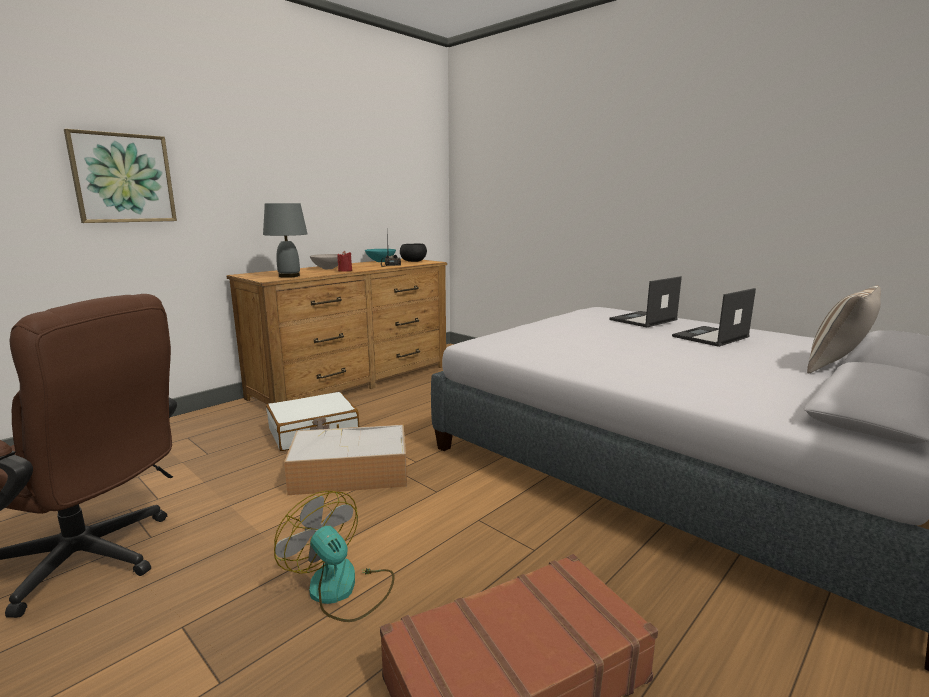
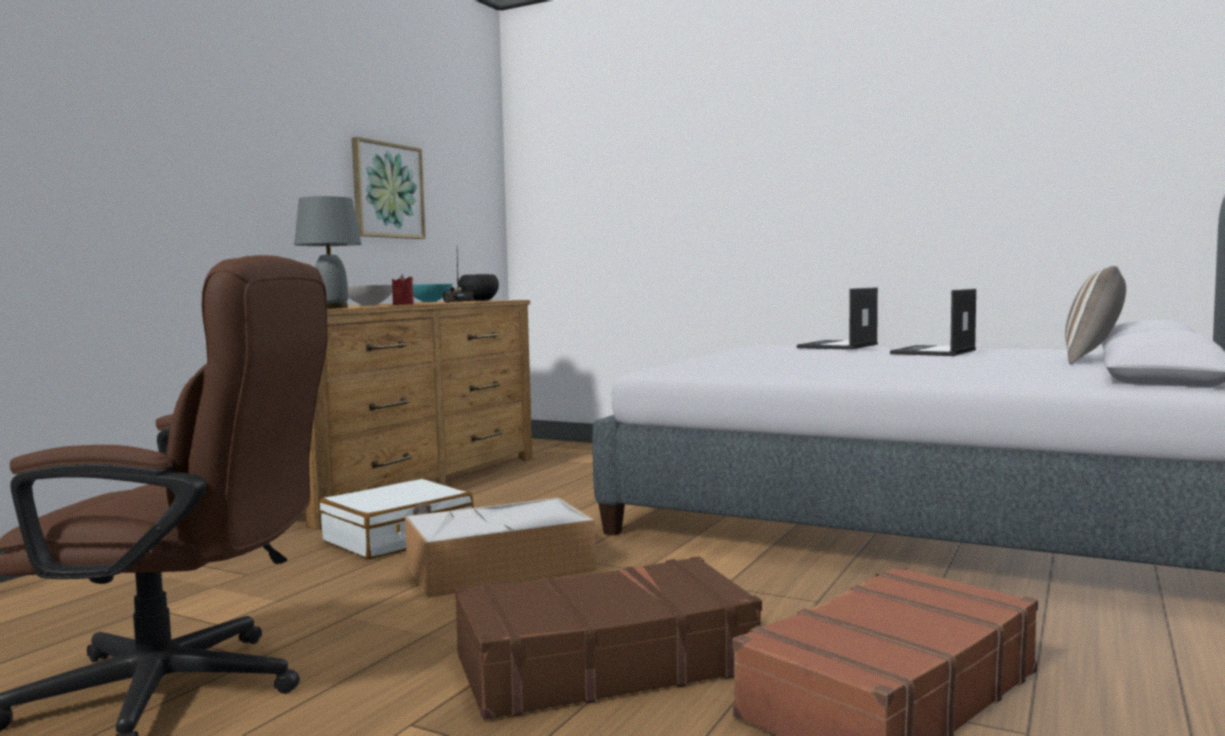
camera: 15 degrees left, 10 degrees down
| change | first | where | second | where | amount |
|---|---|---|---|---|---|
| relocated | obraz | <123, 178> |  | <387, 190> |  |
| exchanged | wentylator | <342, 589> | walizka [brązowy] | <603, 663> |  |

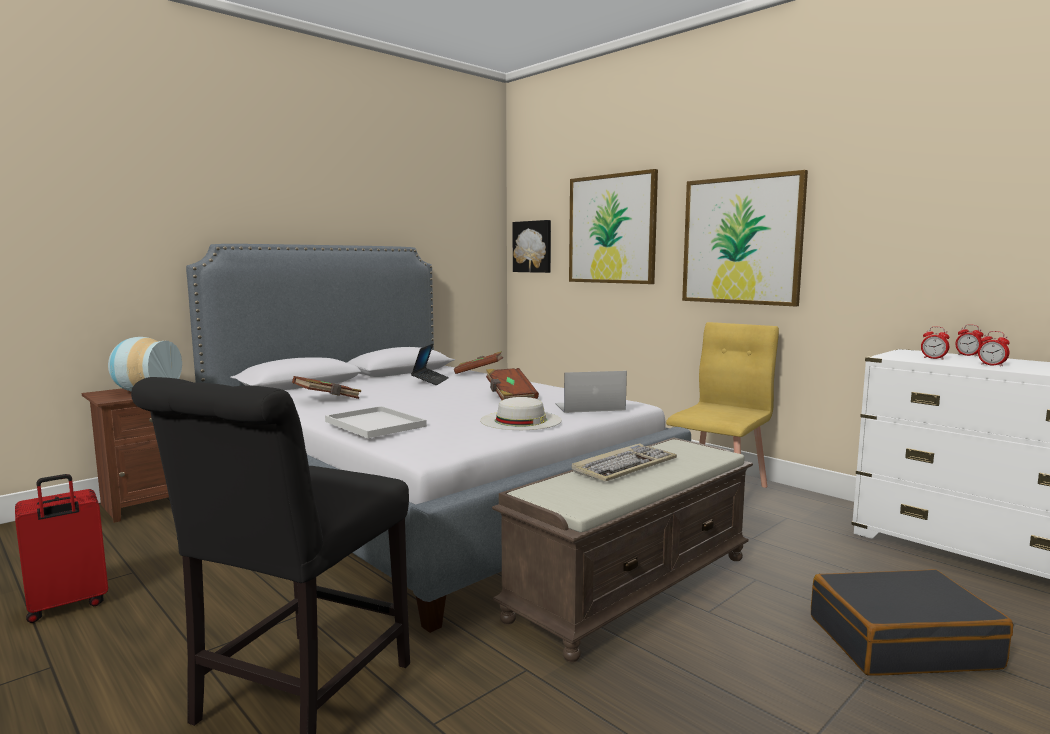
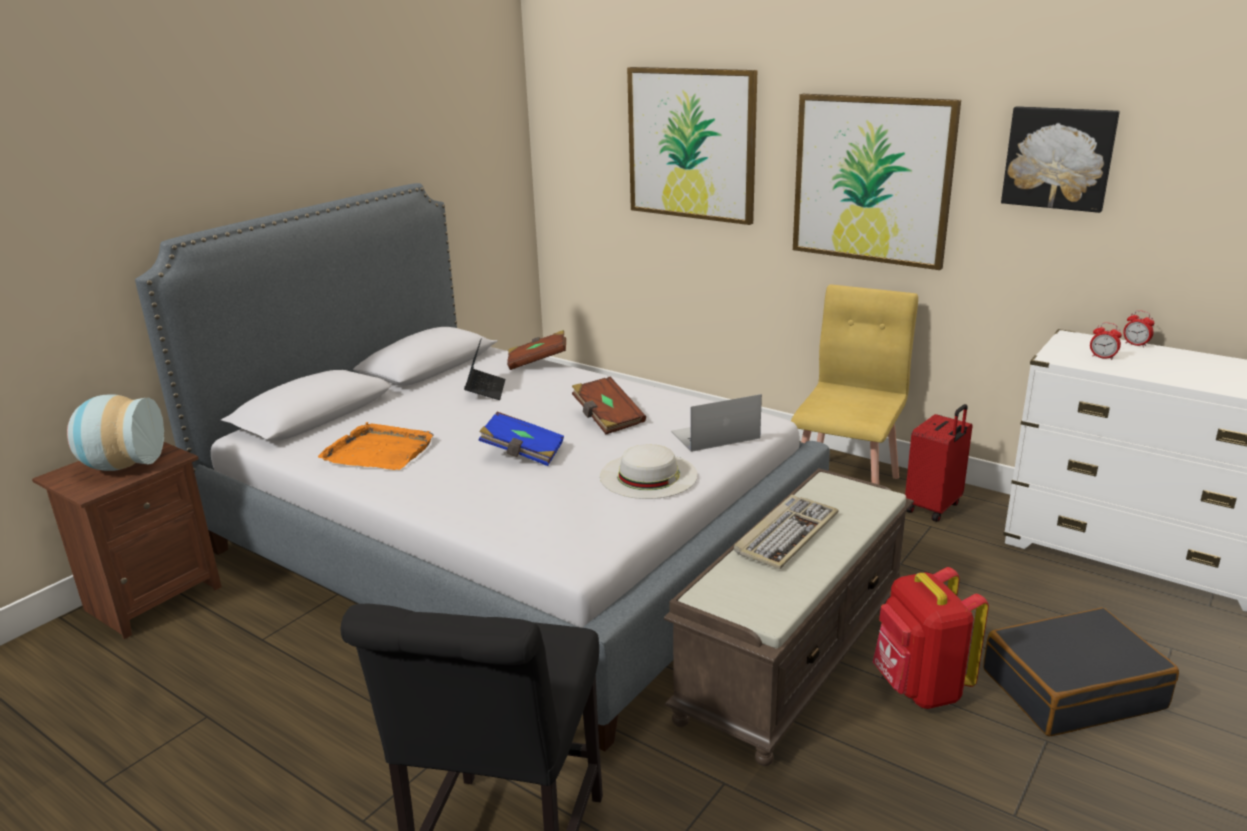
camera: 10 degrees left, 15 degrees up
| change | first | where | second | where | amount |
|---|---|---|---|---|---|
| exchanged | książka [brązowy] | <328, 399> | taca [pomarańczowy] | <379, 451> |  |
| appeared |  |  | książka [niebieski] | <522, 453> |  |
| appeared |  |  | plecak [czerwony] | <919, 688> |  |
| relocated | walizka [czerwony] | <67, 606> |  | <934, 507> |  |
| relocated | obraz | <533, 246> |  | <1059, 158> |  |
| missing | taca [biały] | <373, 424> |  |  |  |
| missing | budzik | <992, 365> |  |  |  |

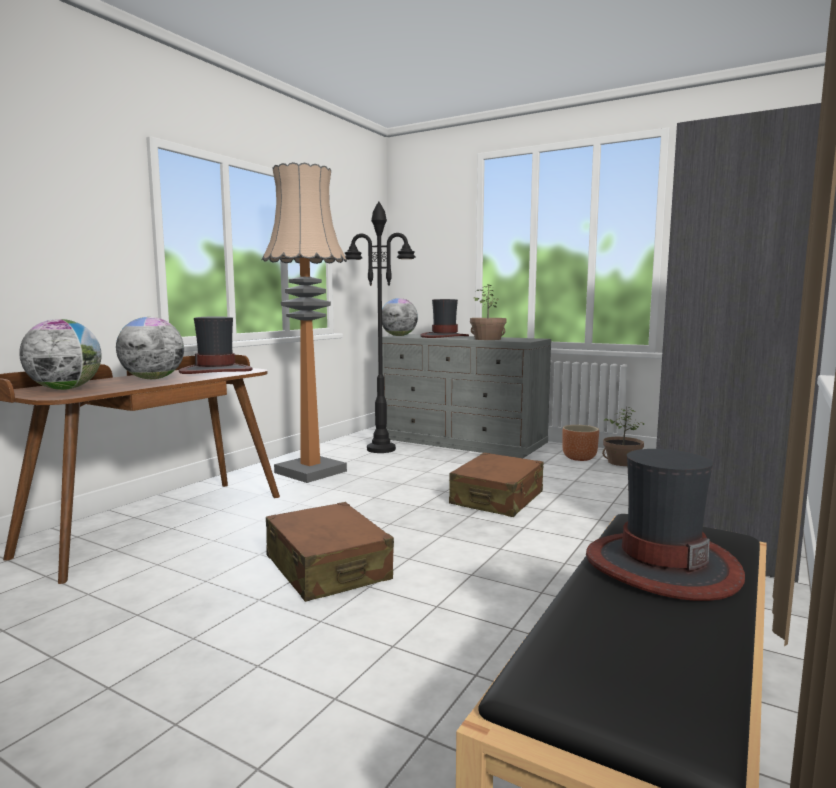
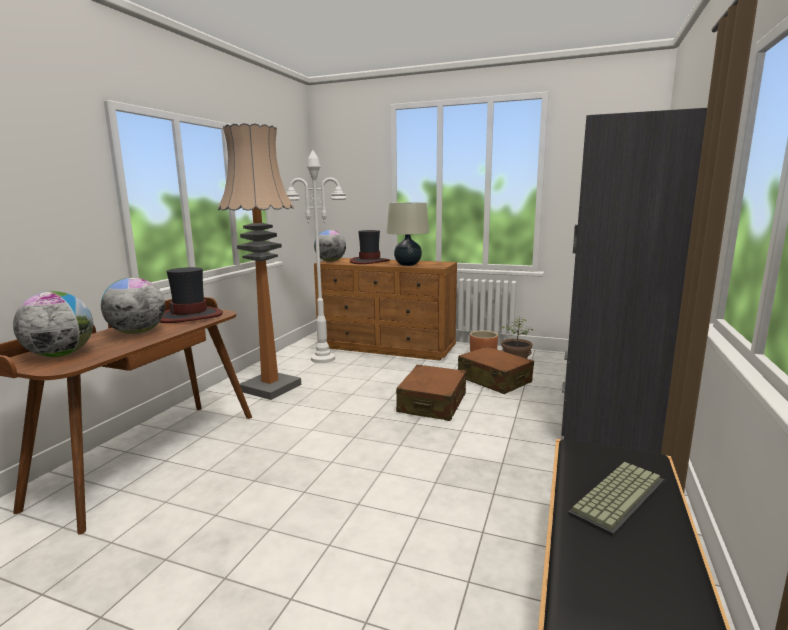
camera: 10 degrees left, 5 degrees up
| change | first | where | second | where | amount |
|---|---|---|---|---|---|
| colour | lampa stojąca [czarny] | <381, 449> | lampa stojąca [biały] | <323, 359> |  |
| colour | komoda [szary] | <462, 442> | komoda [brązowy] | <387, 347> |  |
| exchanged | roślina doniczkowa | <487, 339> | lampa stołowa [beżowy] | <407, 264> |  |
| relocated | walizka [brązowy] | <328, 569> |  | <494, 380> |  |
| exchanged | kapelusz | <660, 565> | klawiatura | <616, 496> |  |

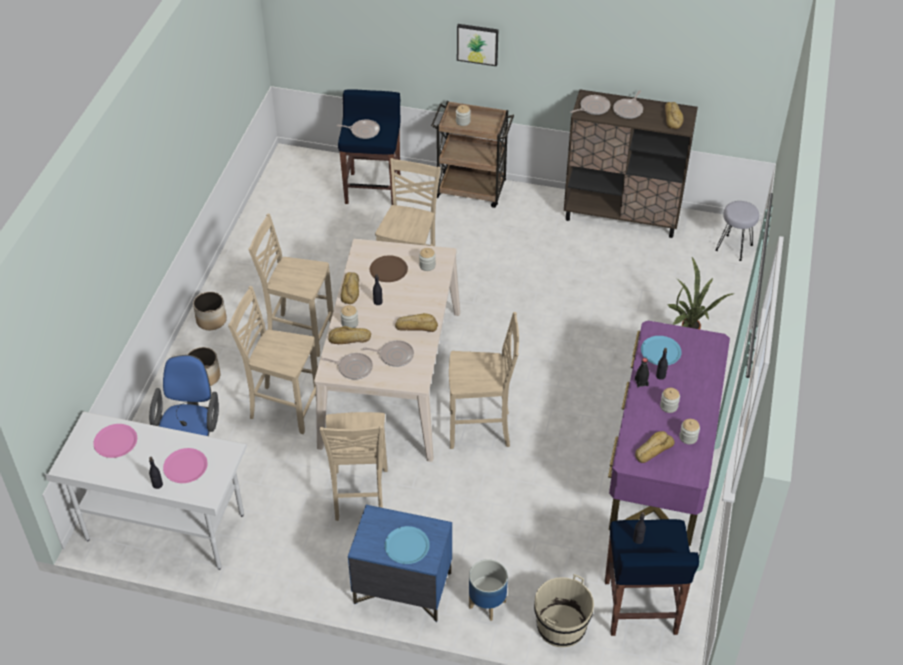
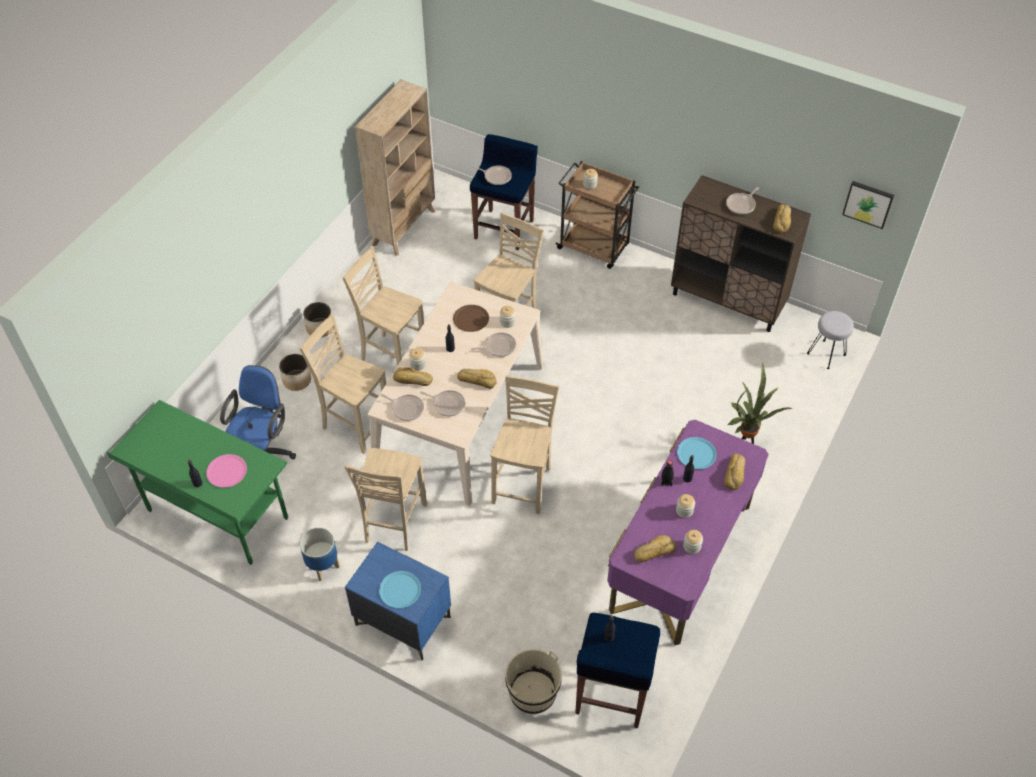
camera: 15 degrees right, 5 degrees up
| change | first | where | second | where | amount |
|---|---|---|---|---|---|
| colour | biurko [biały] | <165, 528> | biurko [zielony] | <217, 515> |  |
| relocated | donica | <487, 605> |  | <322, 566> |  |
| appeared |  |  | regał [beżowy] | <404, 227> |  |
| relocated | patelnia | <593, 108> |  | <498, 347> |  |
| spun | krzesło [beżowy] | <481, 429> |  | <524, 485> | 90 degrees counterclockwise |
| relocated | chleb | <351, 290> |  | <735, 473> |  |
| relocated | obraz | <477, 43> |  | <868, 203> |  |
| missing | talerz [różowy] | <115, 441> |  |  |  |

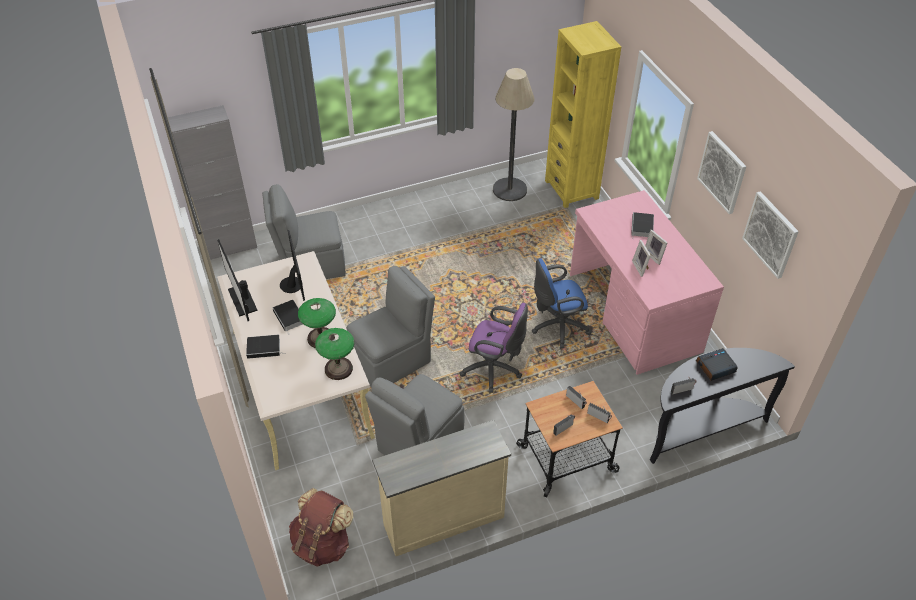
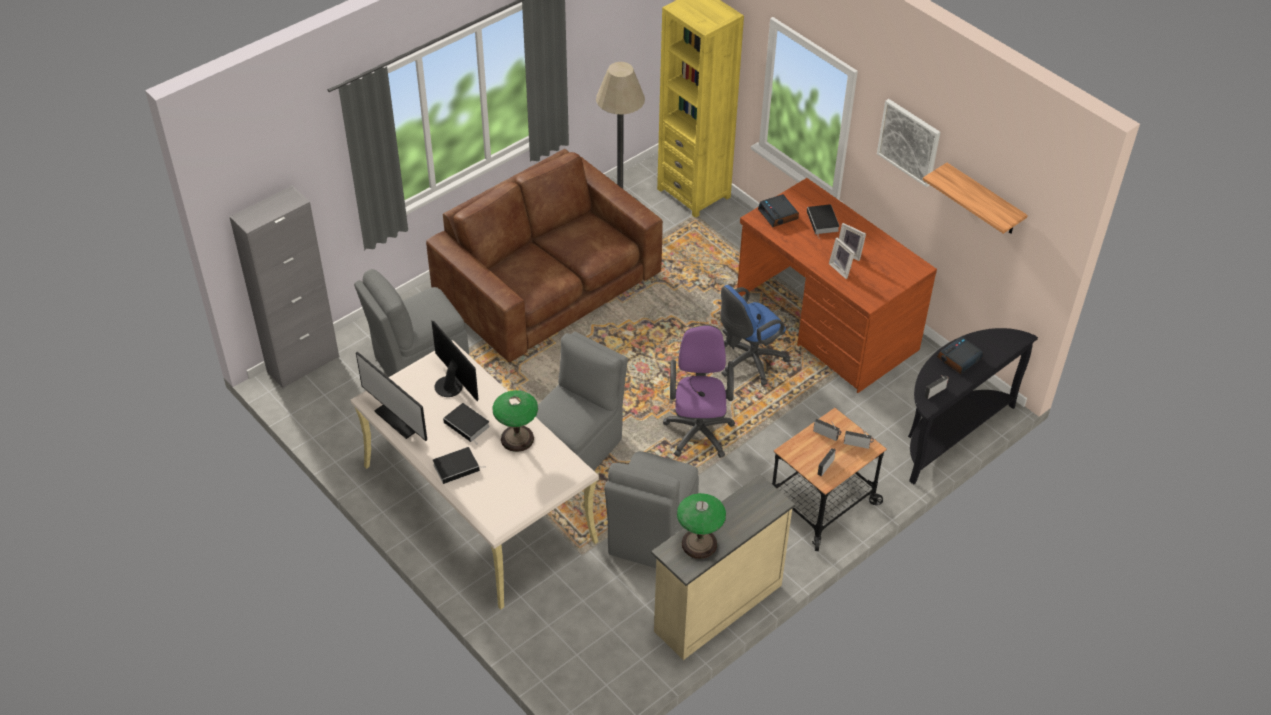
camera: 20 degrees left, 0 degrees up
| change | first | where | second | where | amount |
|---|---|---|---|---|---|
| appeared |  |  | kanapa [brązowy] | <547, 284> |  |
| spun | krzesło biurowe [fioletowy] | <494, 370> |  | <699, 429> | 90 degrees counterclockwise |
| relocated | lampa stołowa | <339, 368> |  | <699, 543> |  |
| colour | biurko [różowy] | <633, 313> | biurko [brązowy] | <826, 324> |  |
| appeared |  |  | budzik | <778, 214> |  |
| exchanged | obraz | <771, 234> | półka | <983, 200> |  |
| missing | plecak [brązowy] | <322, 543> |  |  |  |

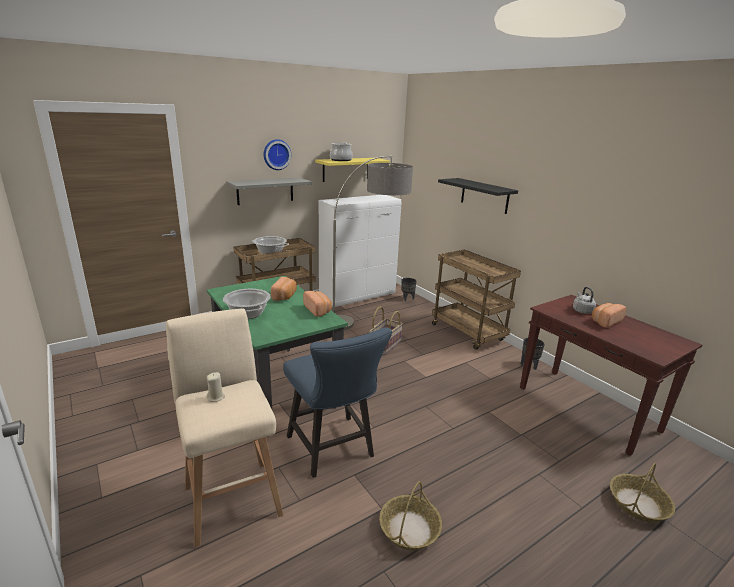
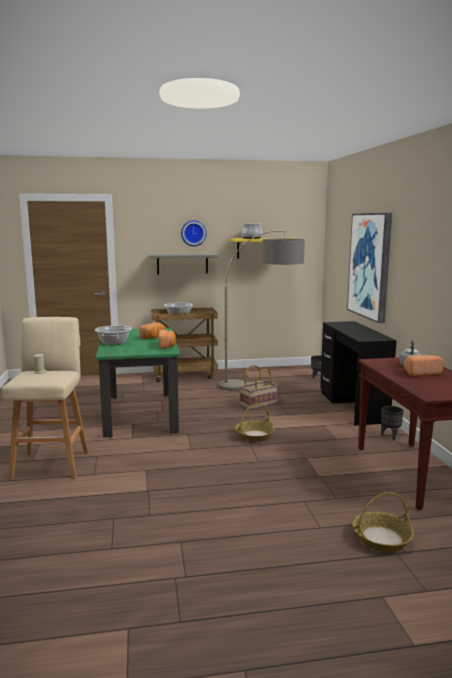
camera: 25 degrees right, 10 degrees down
| change | first | where | second | where | amount |
|---|---|---|---|---|---|
| relocated | koszyk | <409, 528> |  | <254, 435> |  |
| exchanged | wózek [brązowy] | <468, 333> | biurko [czarny] | <352, 407> |  |
| exchanged | półka [czarny] | <484, 195> | obraz | <370, 265> |  |
| missing | krzesło [niebieski] | <333, 450> |  |  |  |
| missing | szafka [biały] | <358, 296> |  |  |  |

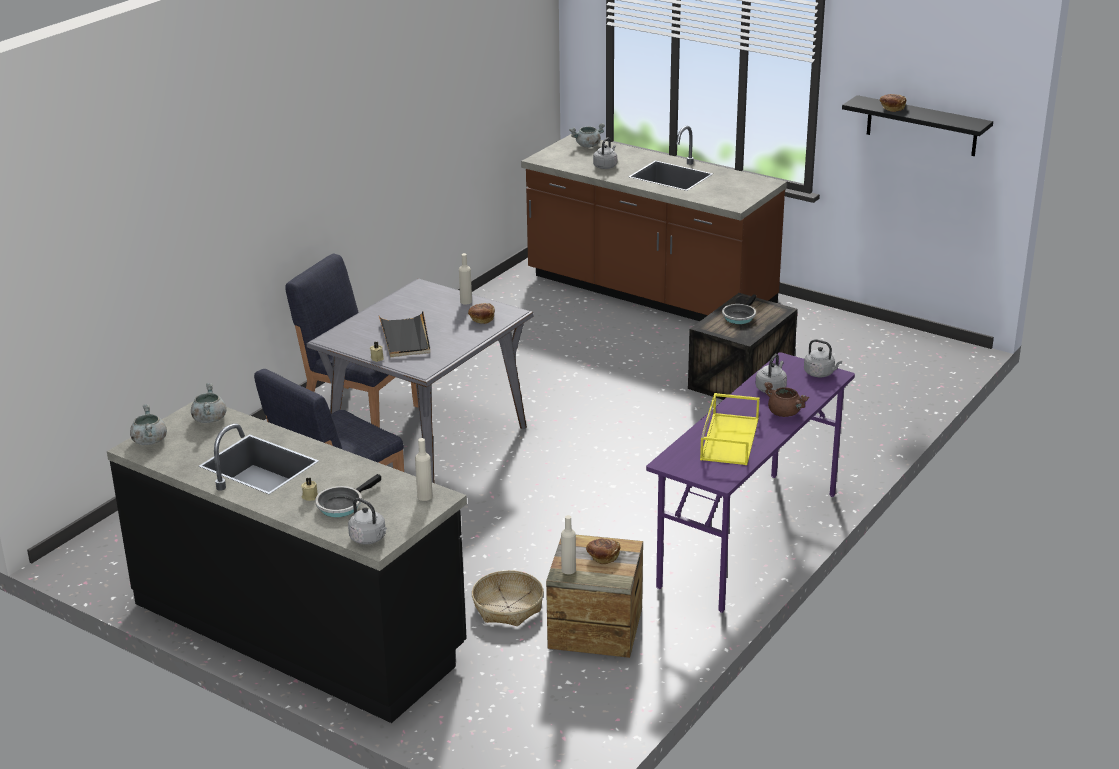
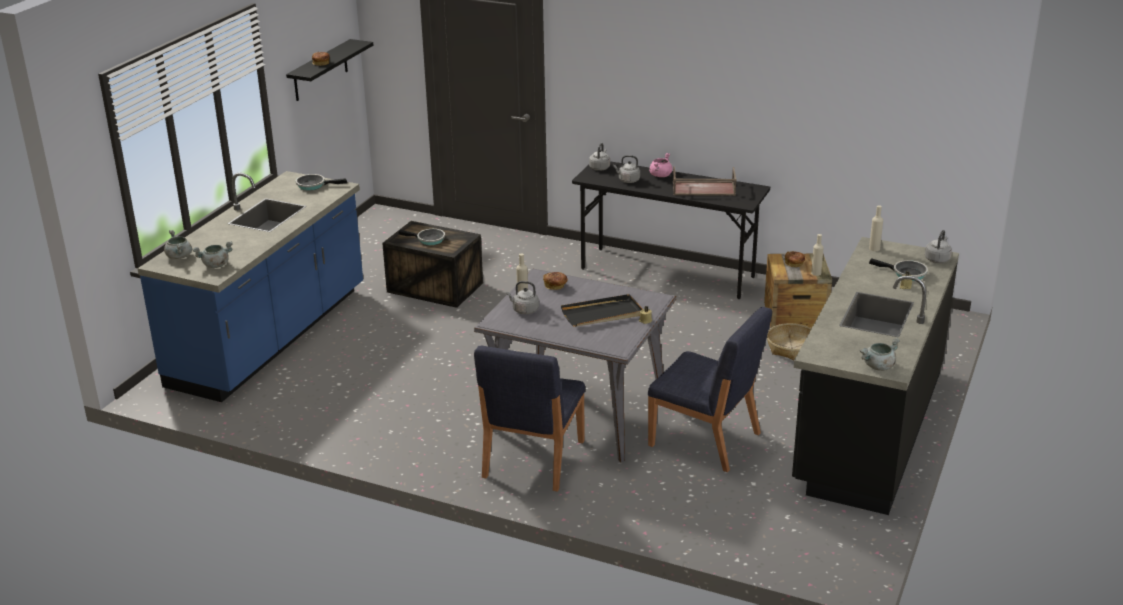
camera: 100 degrees left, 0 degrees up
| change | first | where | second | where | amount |
|---|---|---|---|---|---|
| colour | zabudowa kuchenna [brązowy] | <649, 293> | zabudowa kuchenna [niebieski] | <271, 337> |  |
| relocated | garnek [szary] | <209, 419> |  | <215, 265> |  |
| appeared |  |  | patelnia | <313, 185> |  |
| relocated | czajnik [szary] | <605, 166> |  | <524, 310> |  |
| colour | biurko [fioletowy] | <749, 540> | biurko [czarny] | <668, 273> |  |
| colour | garnek [brązowy] | <785, 413> | garnek [różowy] | <660, 175> |  |
| colour | taca [żółty] | <728, 438> | taca [brązowy] | <703, 189> |  |

